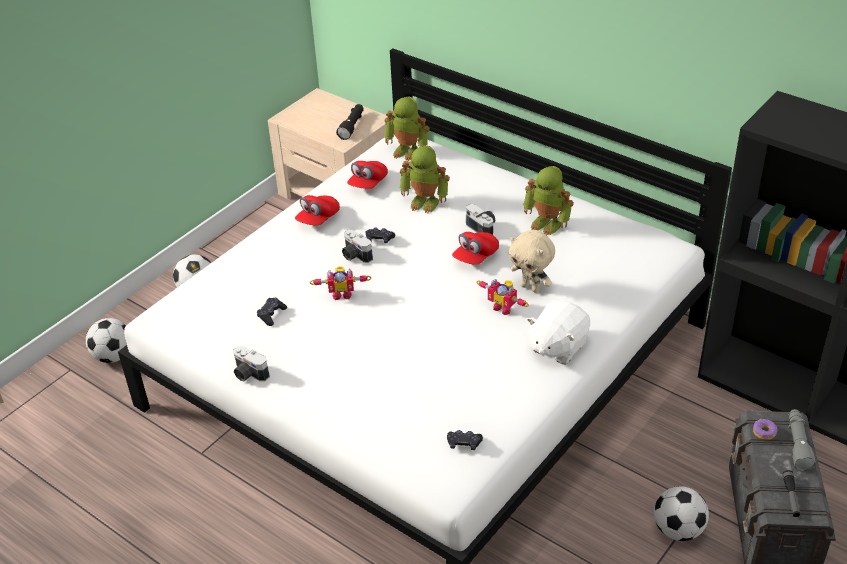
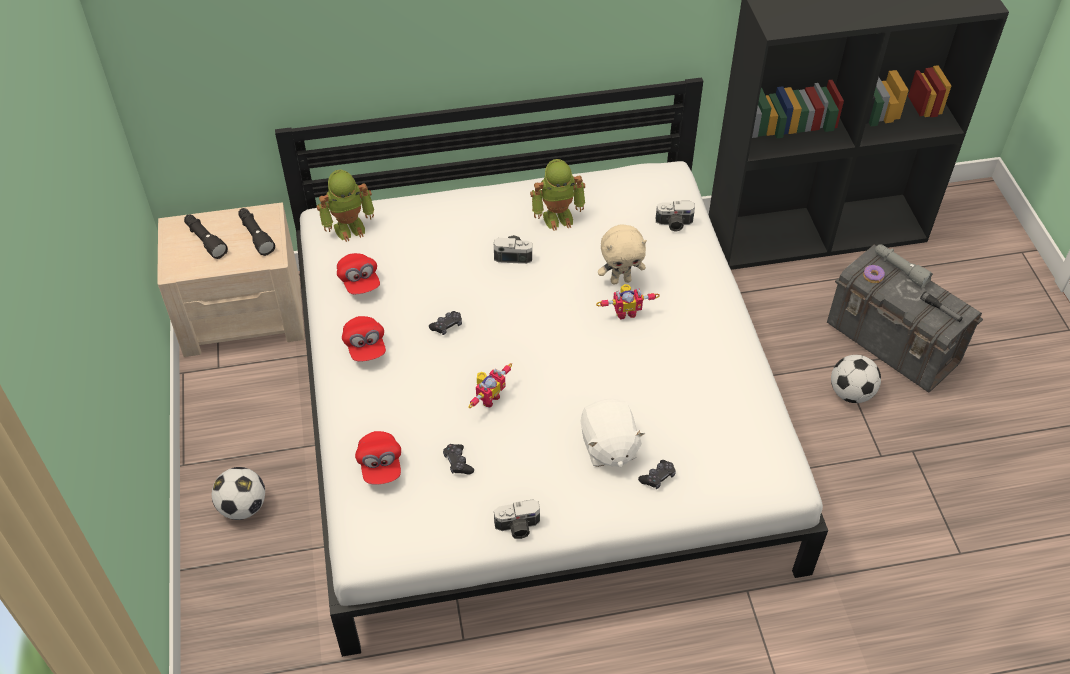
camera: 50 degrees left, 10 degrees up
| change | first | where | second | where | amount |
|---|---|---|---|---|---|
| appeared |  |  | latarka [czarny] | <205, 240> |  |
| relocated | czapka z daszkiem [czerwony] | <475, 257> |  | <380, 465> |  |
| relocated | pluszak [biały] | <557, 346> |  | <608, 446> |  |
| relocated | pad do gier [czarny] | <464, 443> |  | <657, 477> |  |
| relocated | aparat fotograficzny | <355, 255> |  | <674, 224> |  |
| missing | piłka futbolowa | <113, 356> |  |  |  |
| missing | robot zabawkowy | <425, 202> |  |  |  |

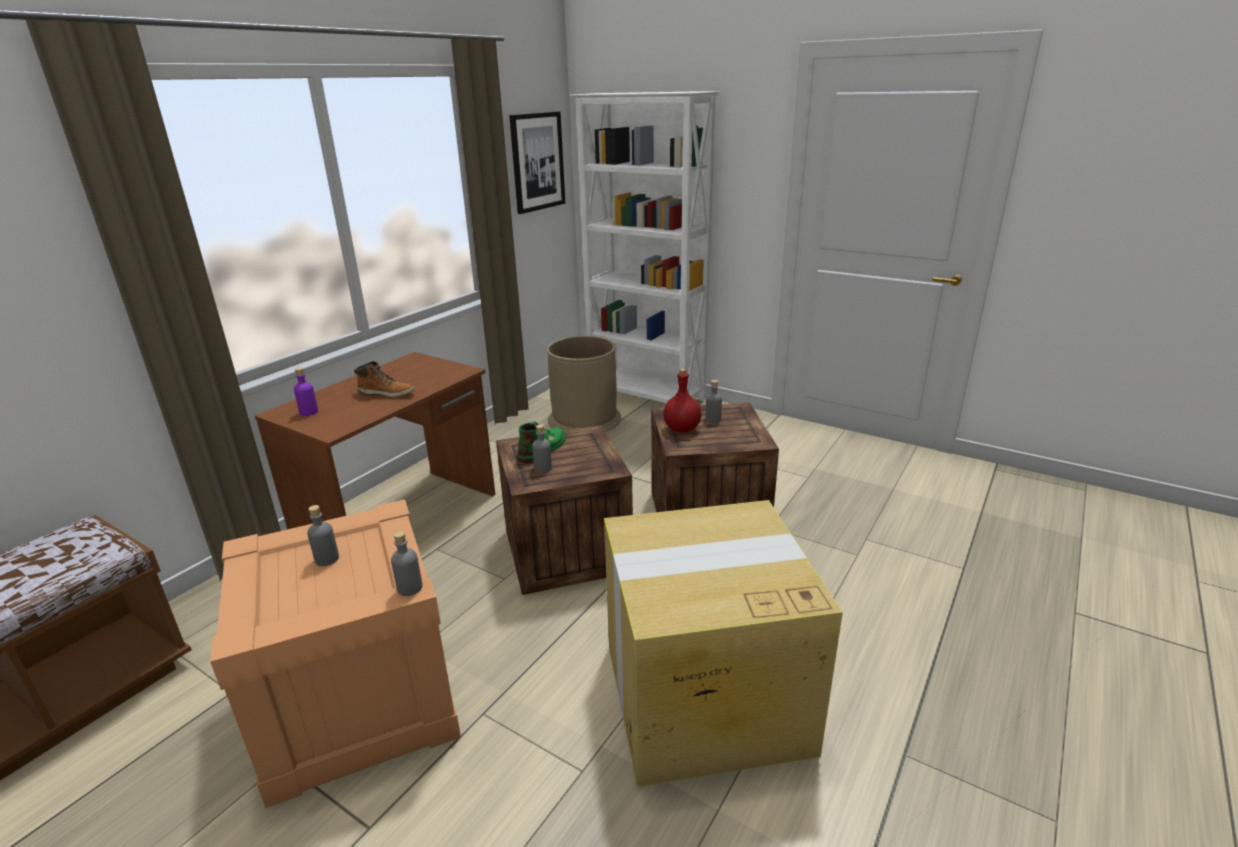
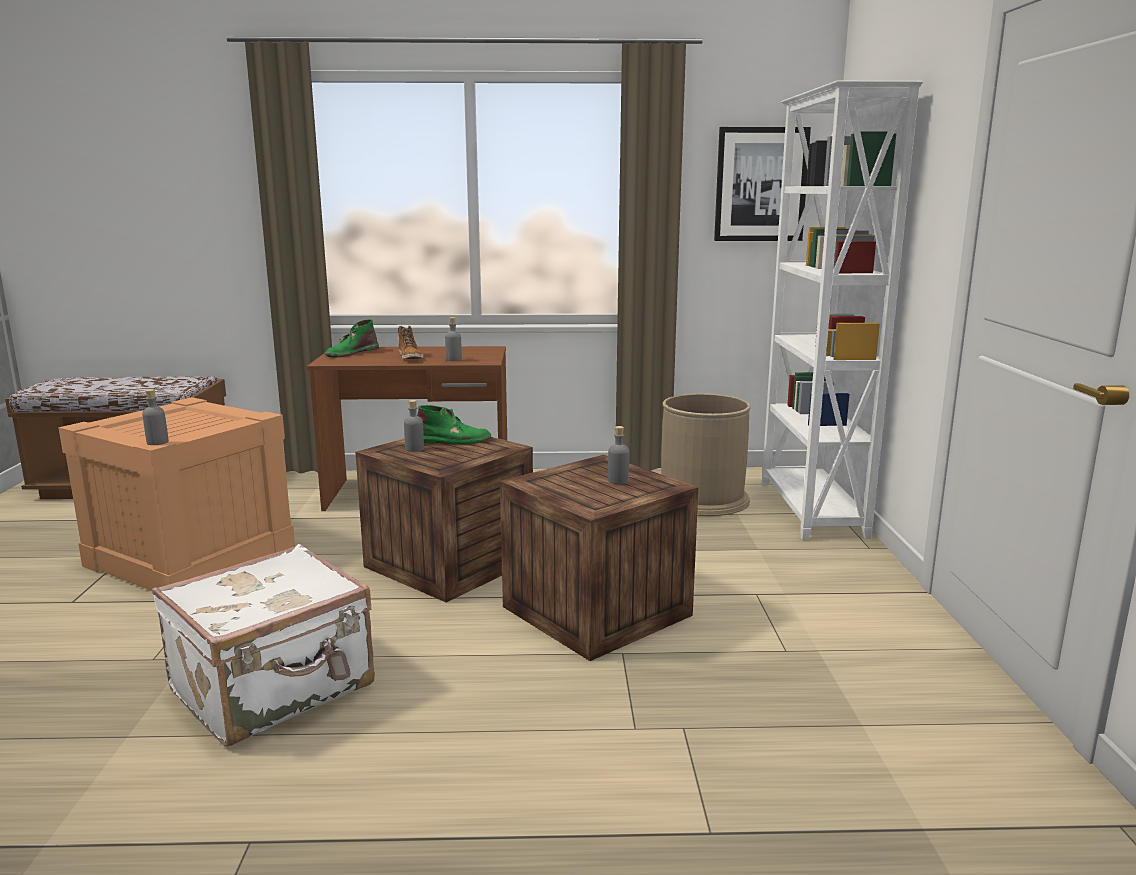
camera: 55 degrees right, 10 degrees down
| change | first | where | second | where | amount |
|---|---|---|---|---|---|
| exchanged | karton | <702, 697> | walizka [biały] | <275, 689> |  |
| exchanged | butelka [fioletowy] | <309, 412> | but z cholewką [zielony] | <351, 352> |  |
| relocated | butelka [szary] | <327, 559> |  | <453, 359> |  |
| missing | butelka [czerwony] | <681, 429> |  |  |  |

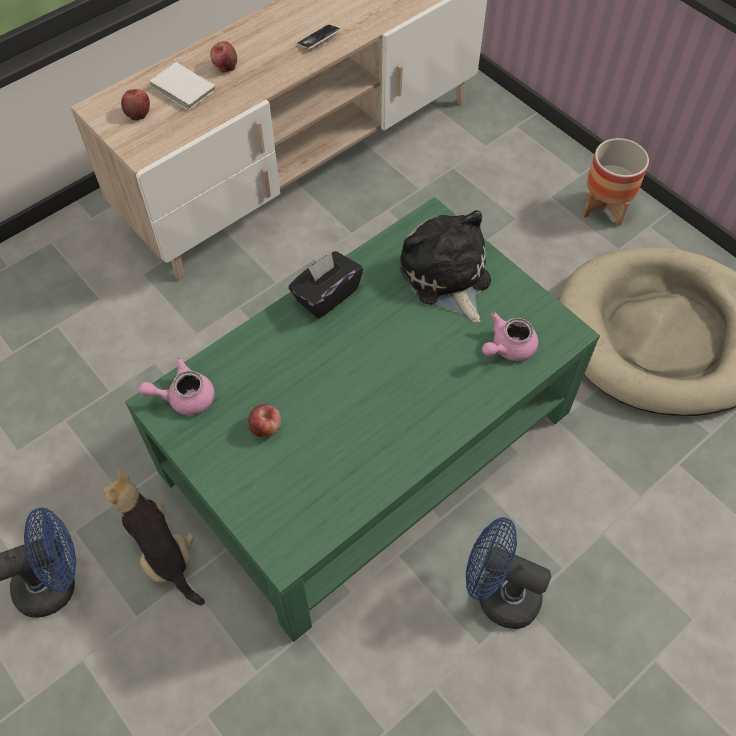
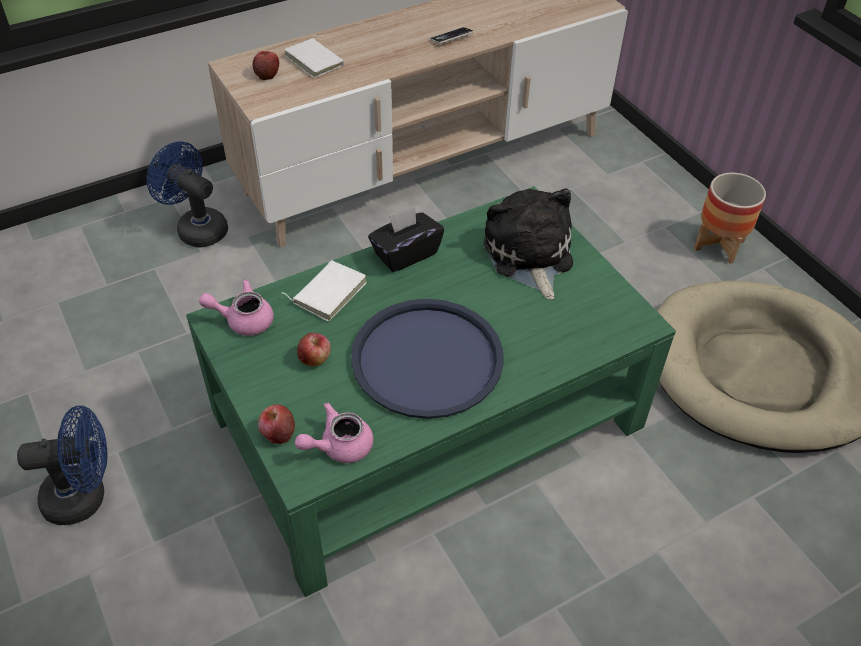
camera: 10 degrees right, 10 degrees down
| change | first | where | second | where | amount |
|---|---|---|---|---|---|
| relocated | wentylator [niebieski] | <498, 594> |  | <196, 228> |  |
| relocated | jabłko | <225, 66> |  | <278, 433> |  |
| appeared |  |  | książka [biały] | <328, 292> |  |
| relocated | imbryk [różowy] | <507, 347> |  | <339, 446> |  |
| appeared |  |  | taca [niebieski] | <427, 358> |  |
| missing | pluszak | <163, 552> |  |  |  |

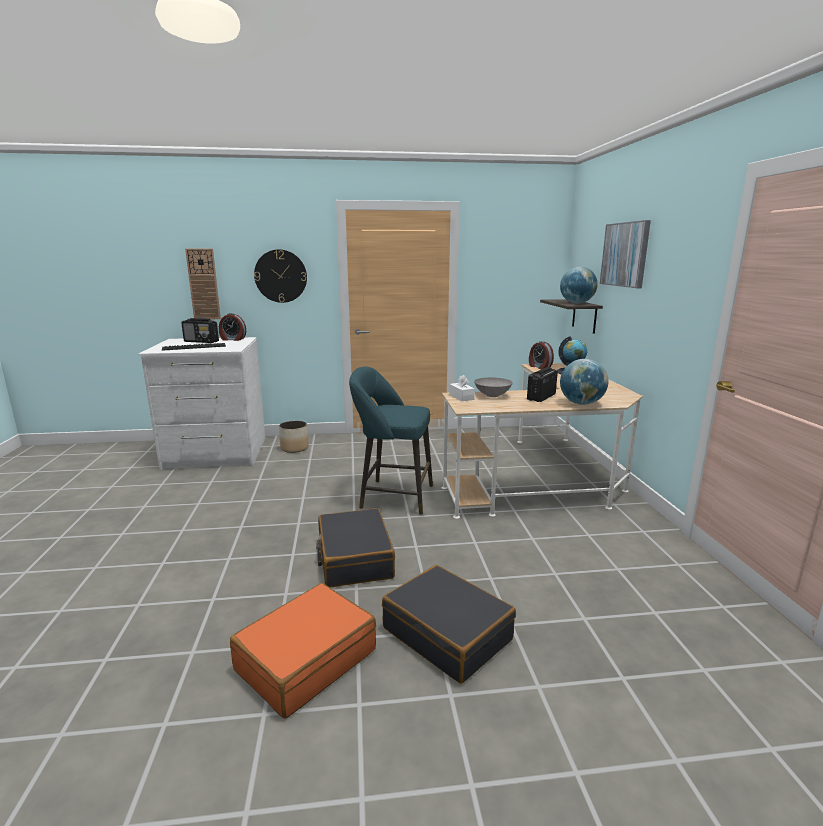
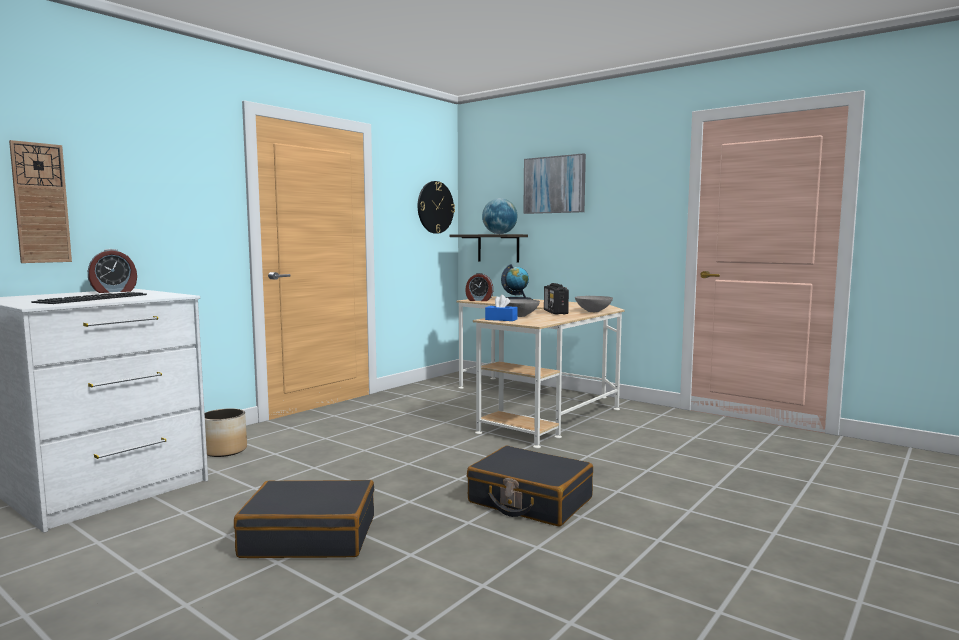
camera: 45 degrees left, 10 degrees down
| change | first | where | second | where | amount |
|---|---|---|---|---|---|
| relocated | walizka [czarny] | <447, 633> |  | <310, 536> |  |
| relocated | zegar ścienny | <280, 276> |  | <435, 207> |  |
| colour | pudełko chusteczek [biały] | <461, 397> | pudełko chusteczek [niebieski] | <501, 319> |  |
| exchanged | globus | <581, 403> | miska [szary] | <594, 311> |  |
| missing | radio | <201, 341> |  |  |  |
| missing | walizka [pomarańczowy] | <306, 659> |  |  |  |
| missing | stołek [turkusowy] | <392, 496> |  |  |  |

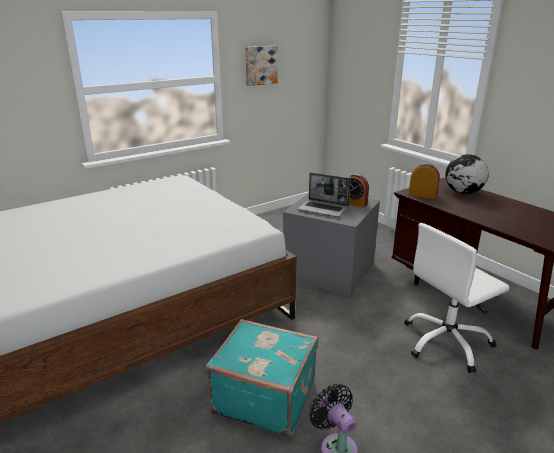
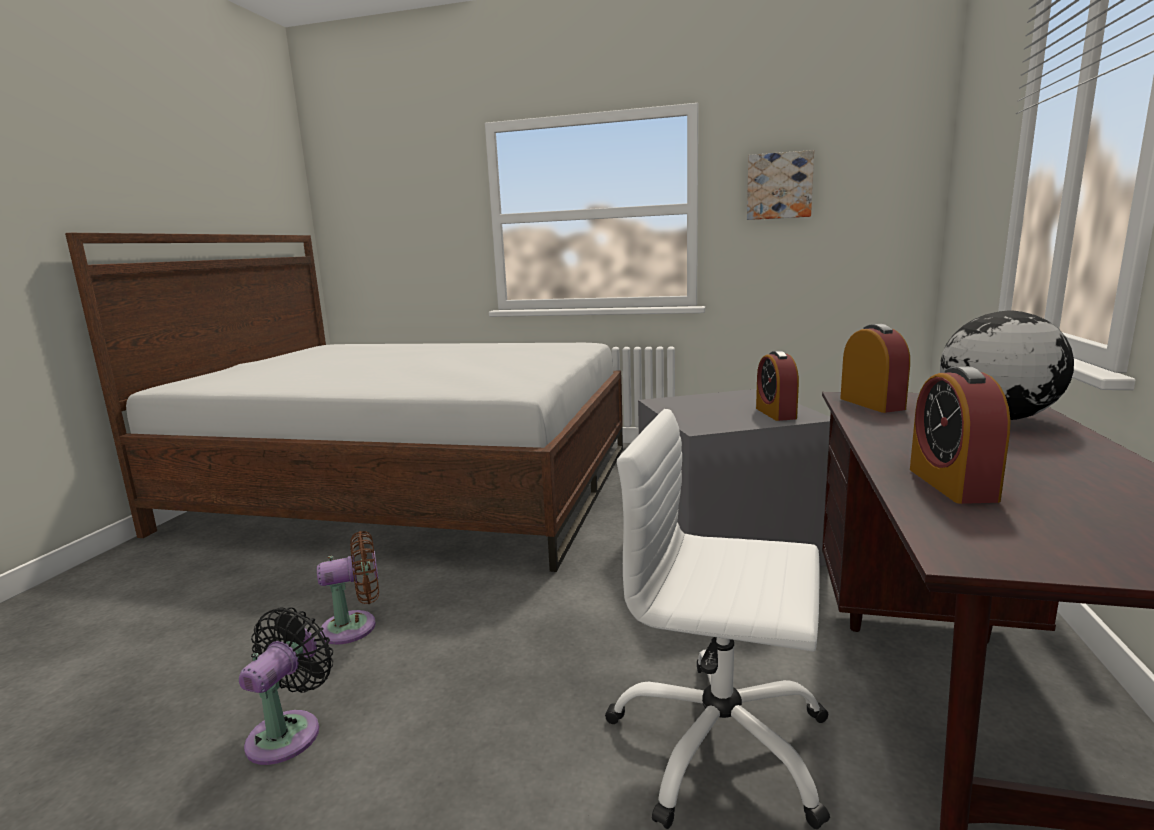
camera: 50 degrees right, 10 degrees down
| change | first | where | second | where | amount |
|---|---|---|---|---|---|
| exchanged | walizka [turkusowy] | <264, 396> | wentylator [brązowy] | <355, 627> |  |
| appeared |  |  | budzik | <951, 484> |  |
| missing | laptop | <324, 209> |  |  |  |

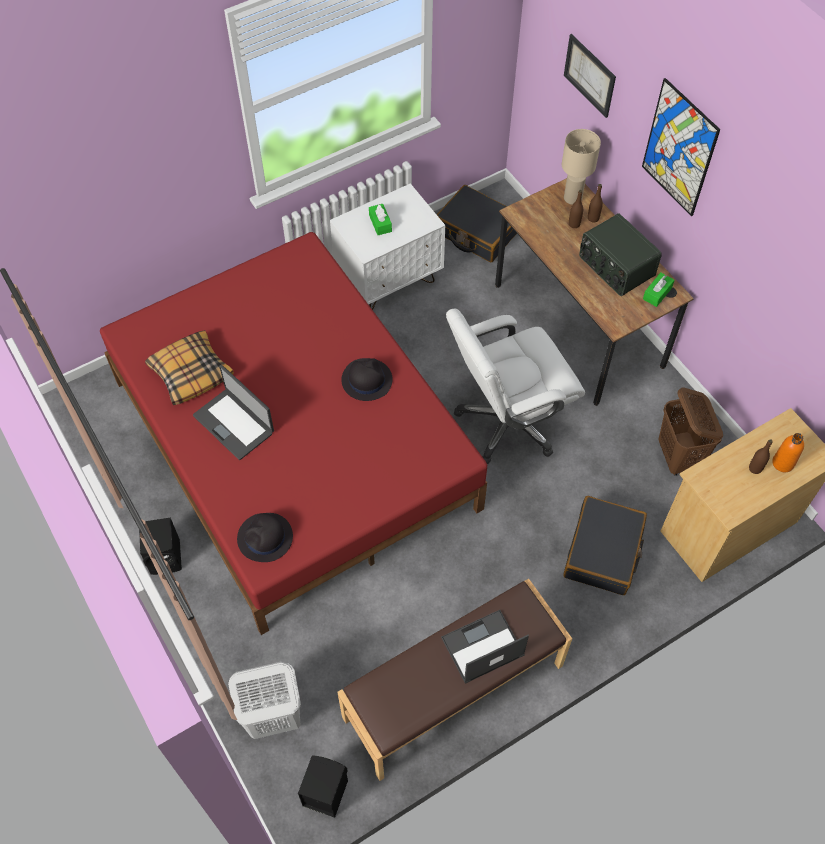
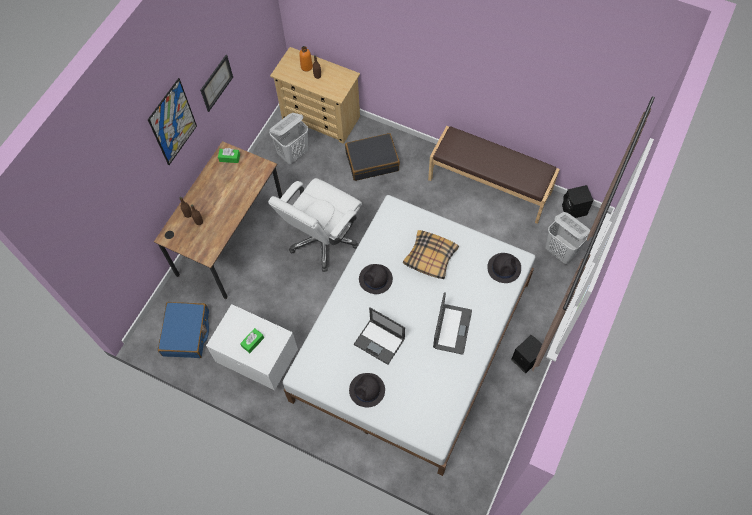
camera: 120 degrees left, 5 degrees up
| change | first | where | second | where | amount |
|---|---|---|---|---|---|
| colour | walizka [czarny] | <476, 232> | walizka [niebieski] | <186, 333> |  |
| relocated | obraz | <590, 75> |  | <216, 83> |  |
| spun | krzesło biurowe [biały] | <508, 422> |  | <323, 240> | 90 degrees clockwise |
| colour | kosz na pranie [brązowy] | <679, 457> | kosz na pranie [biały] | <293, 153> |  |
| colour | łóżko [czerwony] | <294, 443> | łóżko [biały] | <411, 340> |  |
| appeared |  |  | kapelusz [czarny] | <367, 390> |  |
| relocated | laptop | <481, 647> |  | <380, 342> |  |
| relocated | poduszka | <191, 372> |  | <430, 258> |  |
| missing | lampa stołowa [beżowy] | <573, 198> |  |  |  |
| missing | radio | <615, 267> |  |  |  |

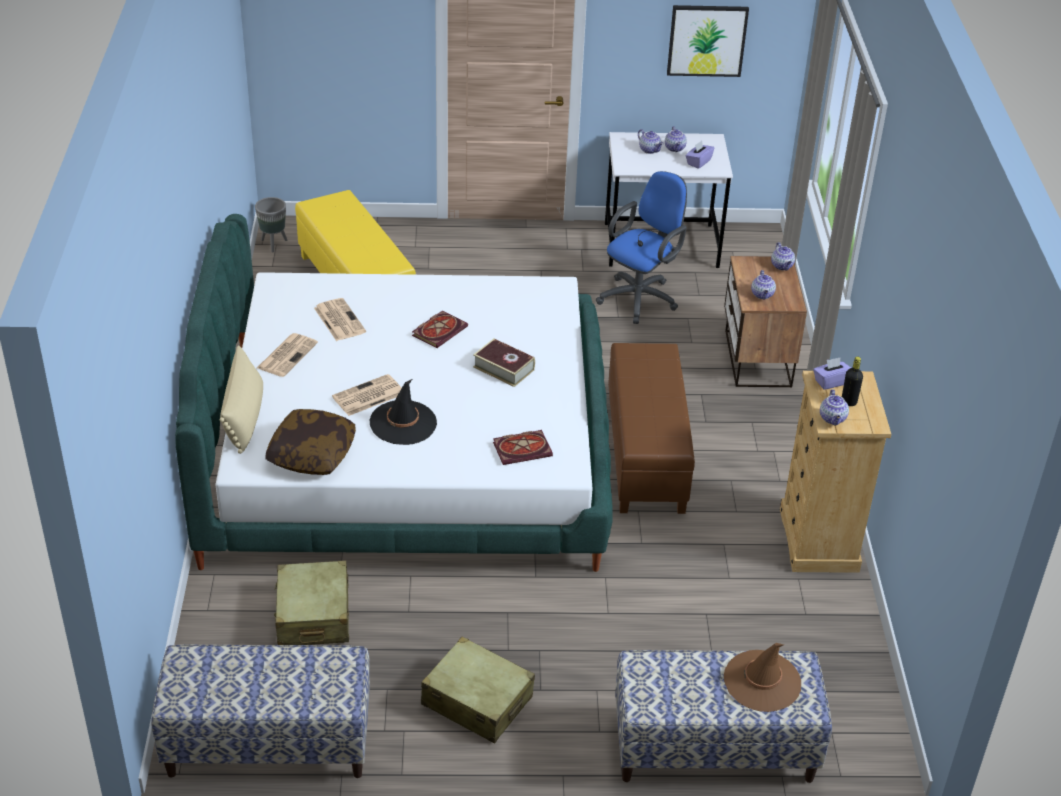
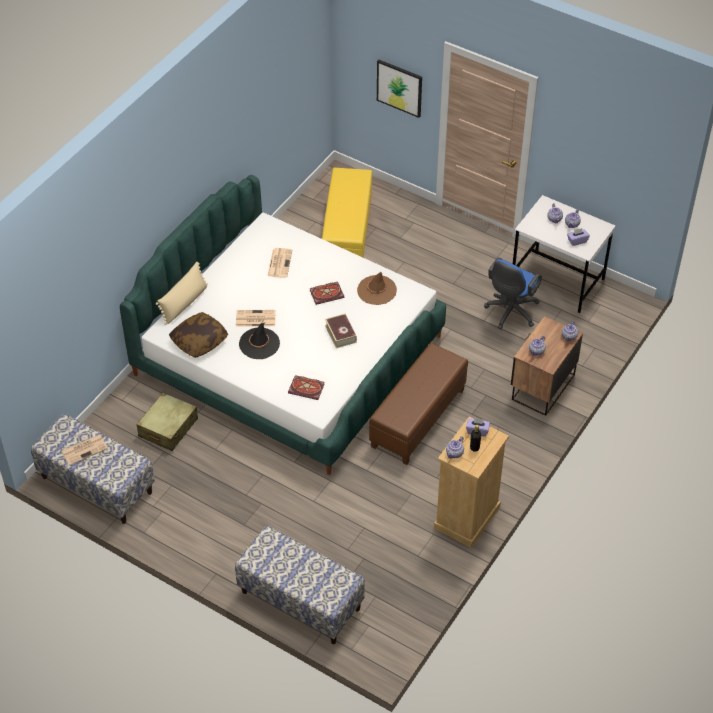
camera: 35 degrees right, 10 degrees up
| change | first | where | second | where | amount |
|---|---|---|---|---|---|
| relocated | gazeta | <287, 355> |  | <85, 449> |  |
| relocated | kapelusz [brązowy] | <762, 681> |  | <376, 290> |  |
| relocated | obraz | <707, 40> |  | <399, 87> |  |
| spun | krzesło biurowe [niebieski] | <641, 297> |  | <510, 313> | 135 degrees clockwise |
| missing | donica [szary] | <273, 244> |  |  |  |
| missing | walizka [beżowy] | <477, 701> |  |  |  |

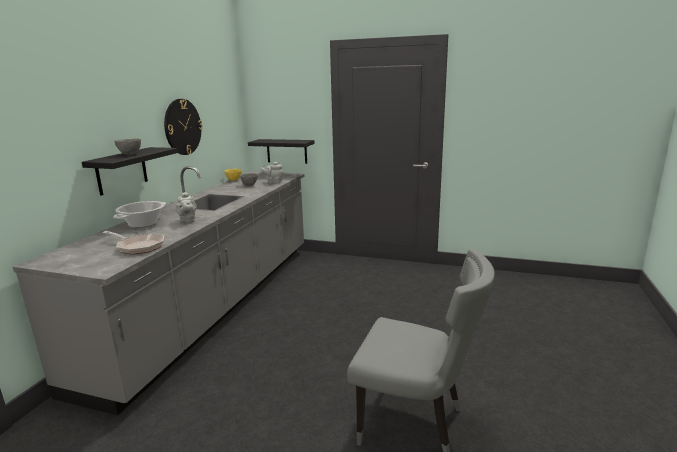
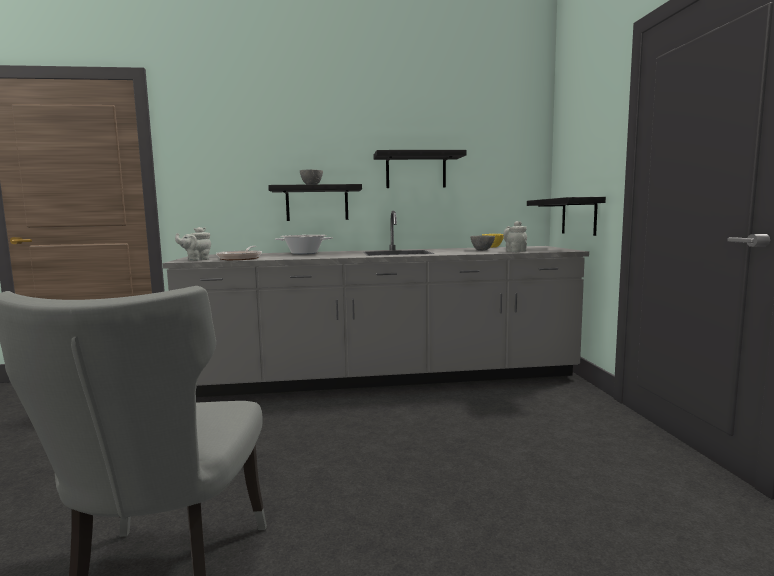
camera: 65 degrees right, 10 degrees down
| change | first | where | second | where | amount |
|---|---|---|---|---|---|
| relocated | imbryk [szary] | <187, 221> |  | <196, 260> |  |
| exchanged | zegar ścienny | <182, 127> | półka [czarny] | <416, 171> |  |

